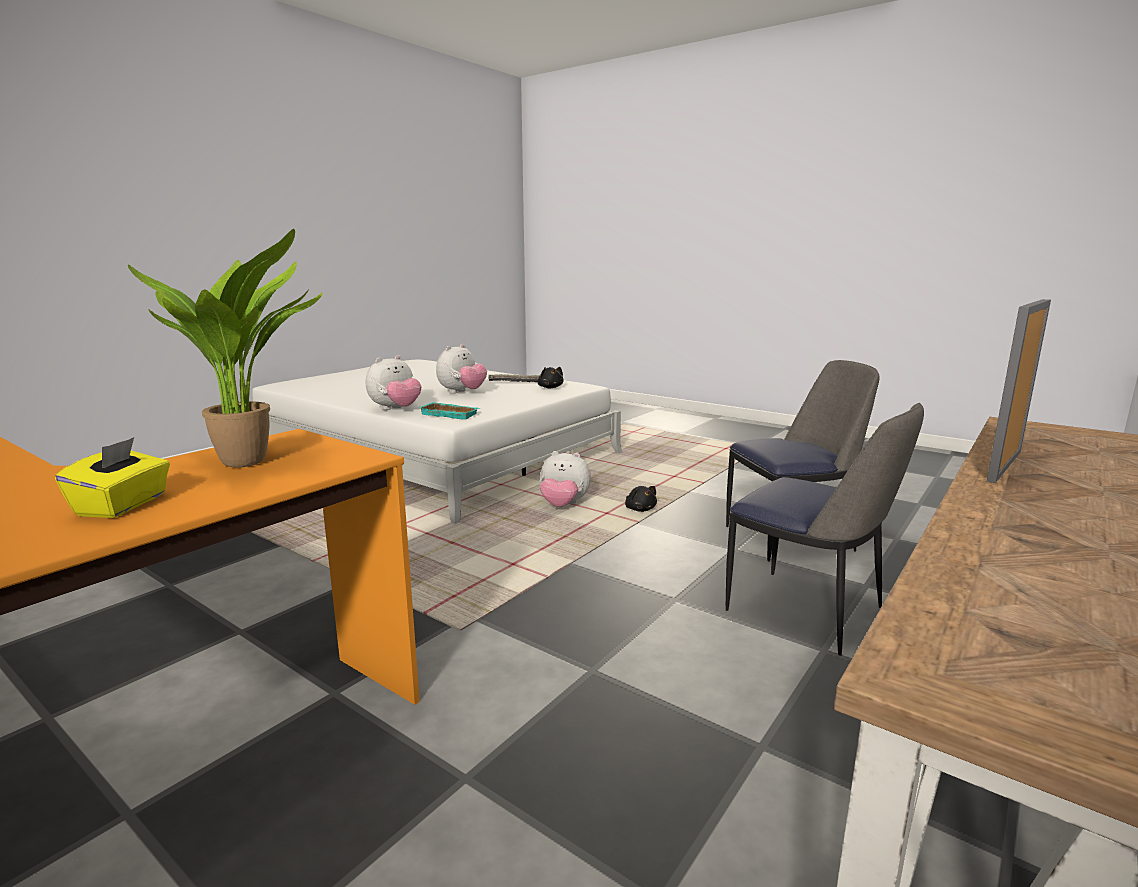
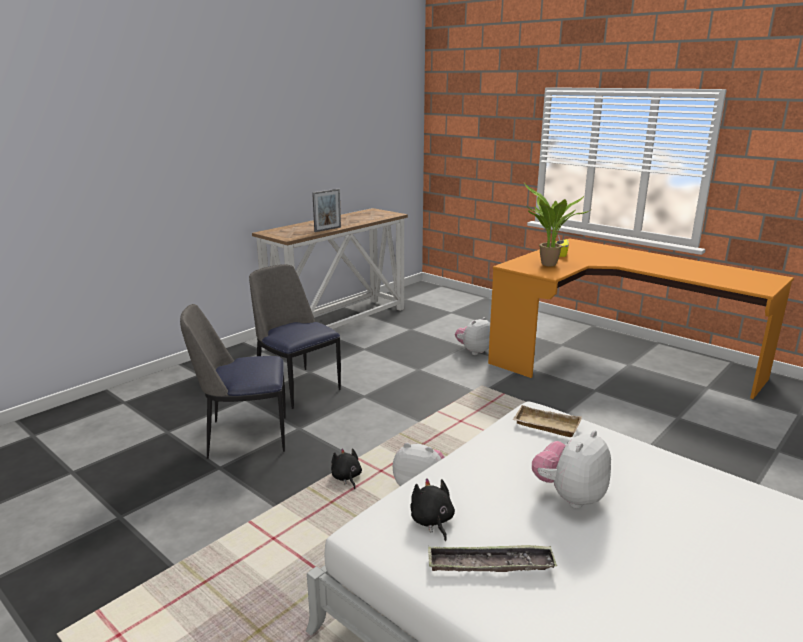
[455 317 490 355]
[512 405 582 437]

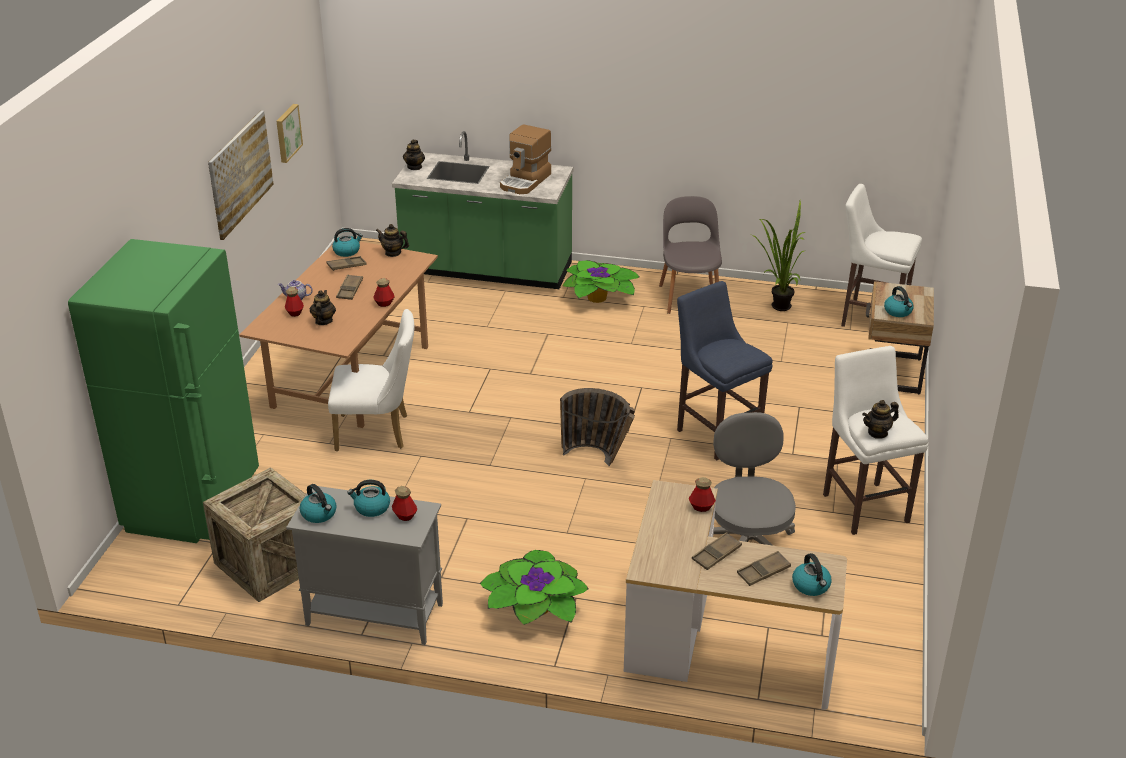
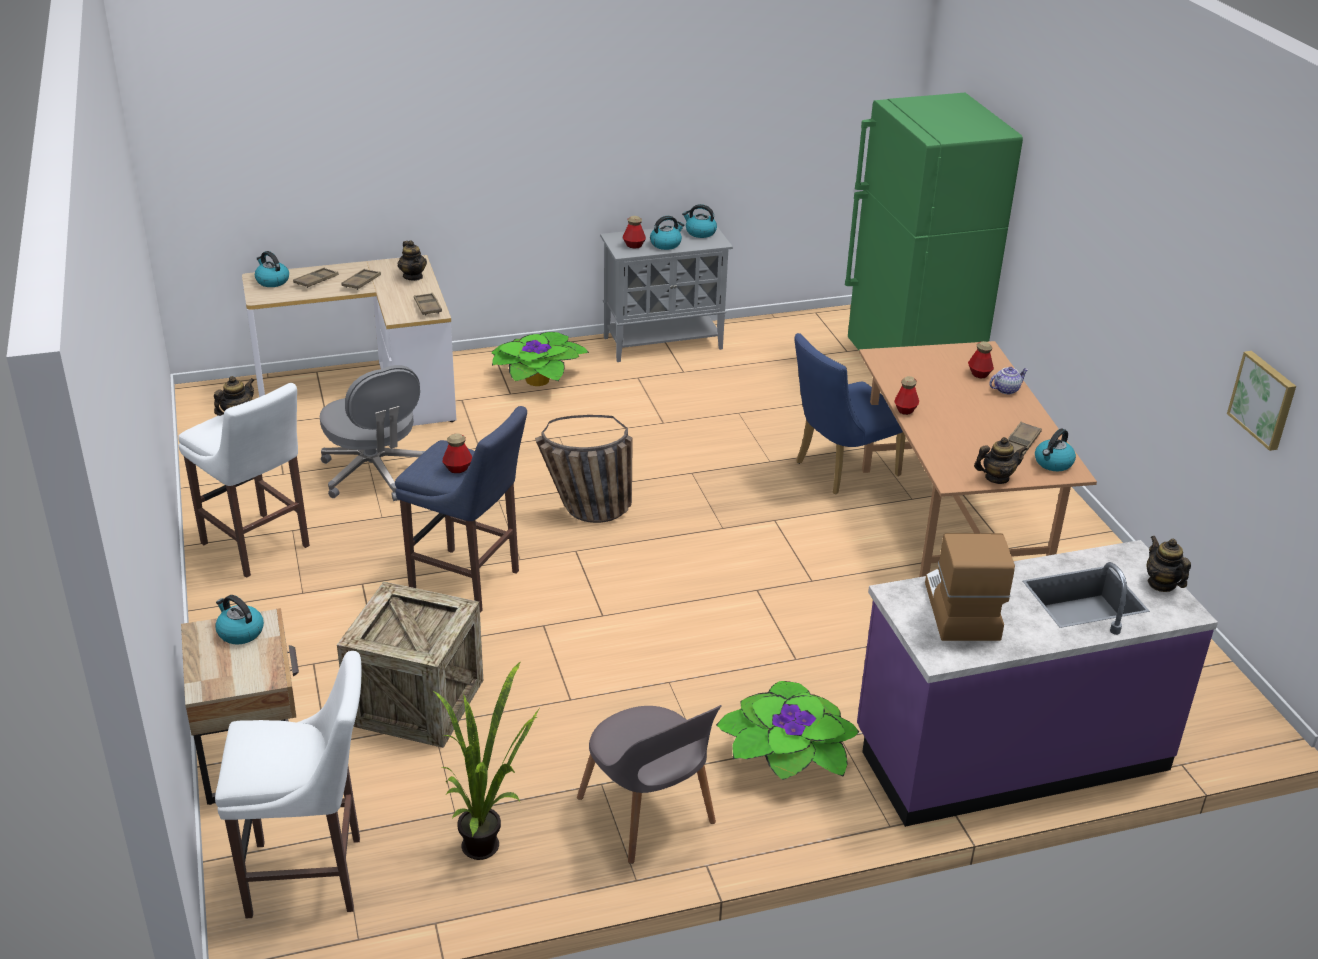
[208 111 274 240] (first image)
[857 540 1218 827]
[414 293 442 316]
[398 240 427 281]
[795 333 906 494]
[337 581 483 748]
[443 433 472 473]

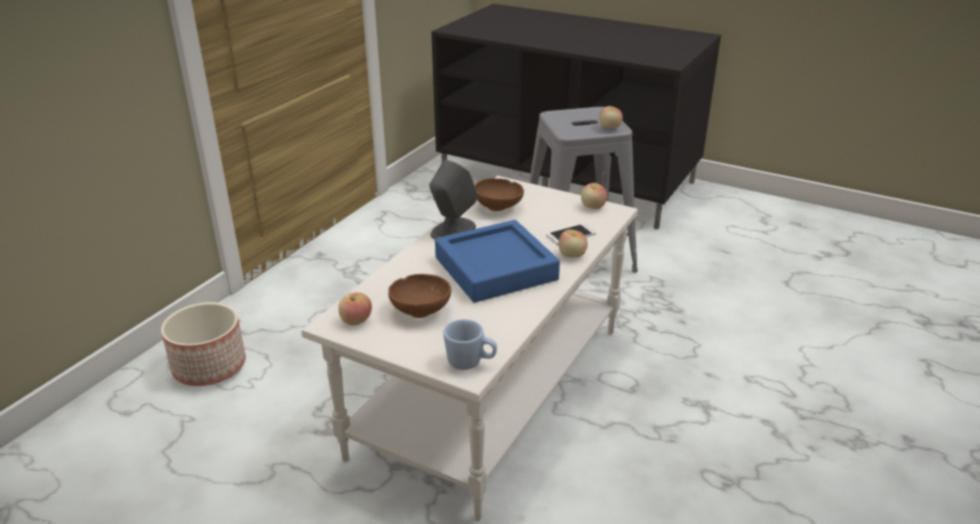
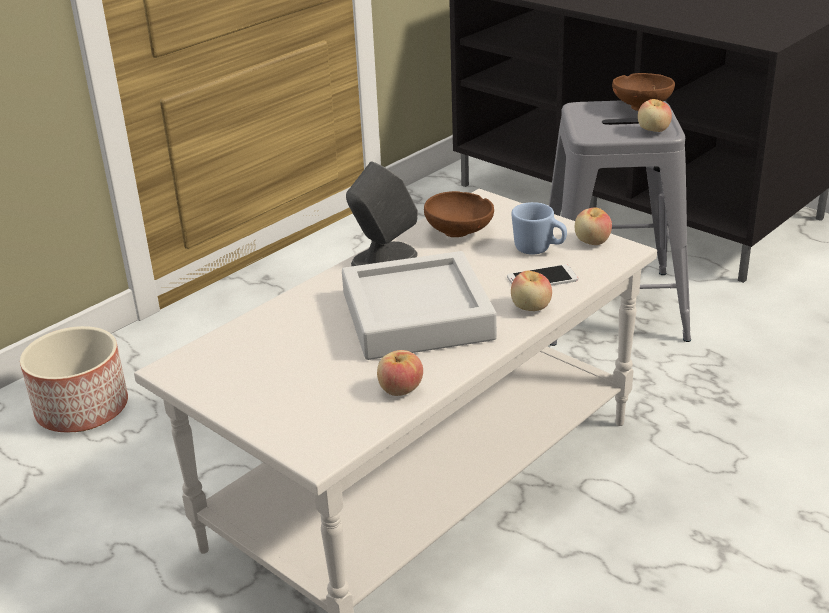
[342 251 497 360]
[612 73 675 111]
[377 350 423 396]
[512 202 567 255]

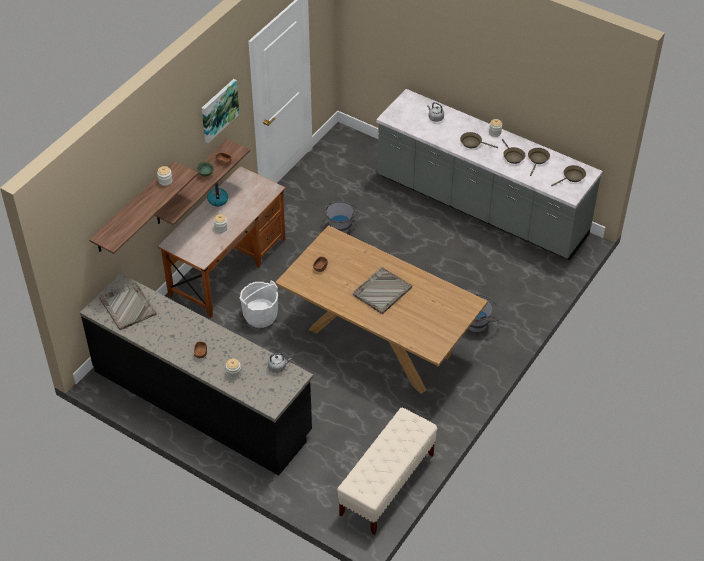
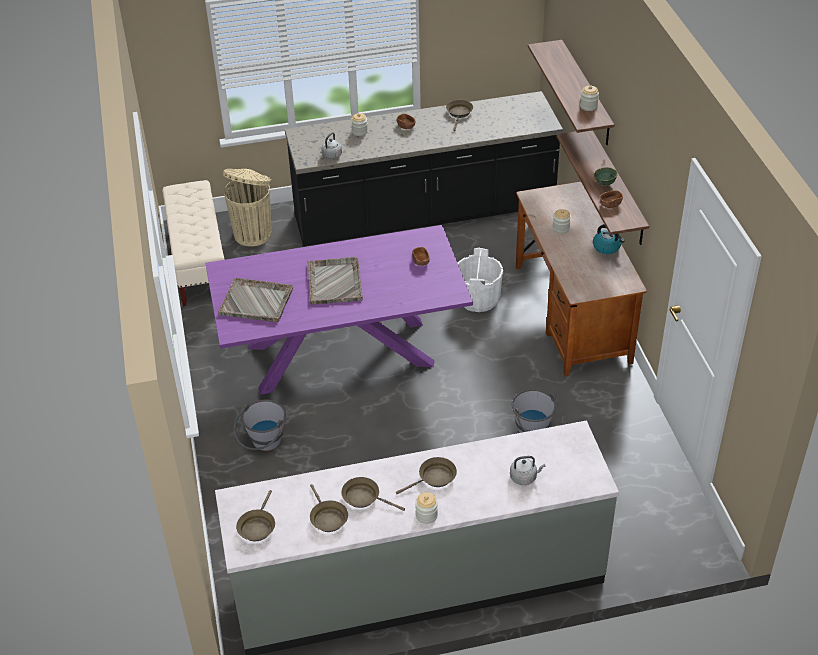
[202 79 239 143] (first image)
[205 225 473 395]
[218 278 293 322]
[446 100 473 131]
[223 169 271 247]

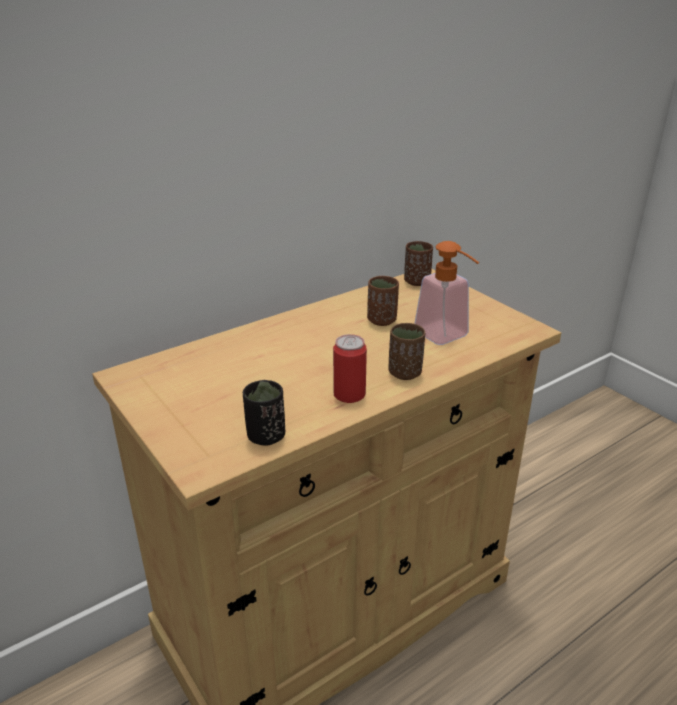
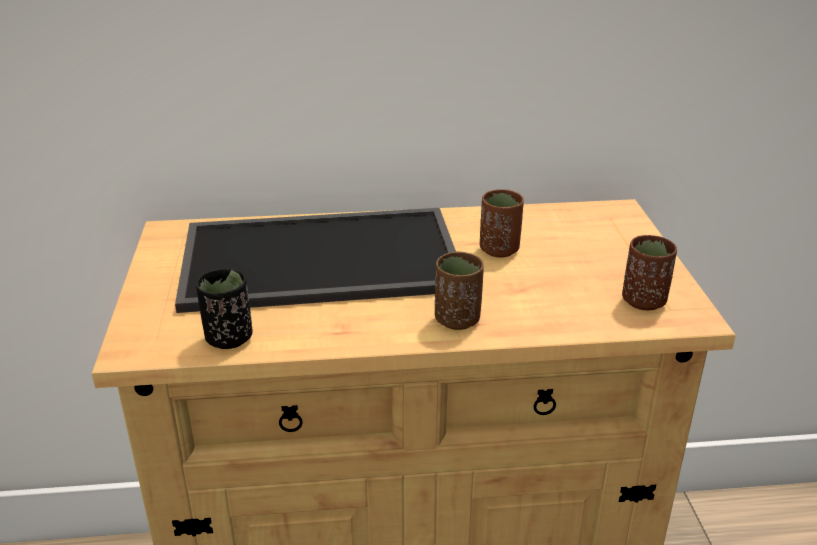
[622 235 677 310]
[414 241 479 345] (first image)
[333 334 367 403] (first image)
[175 208 456 313]

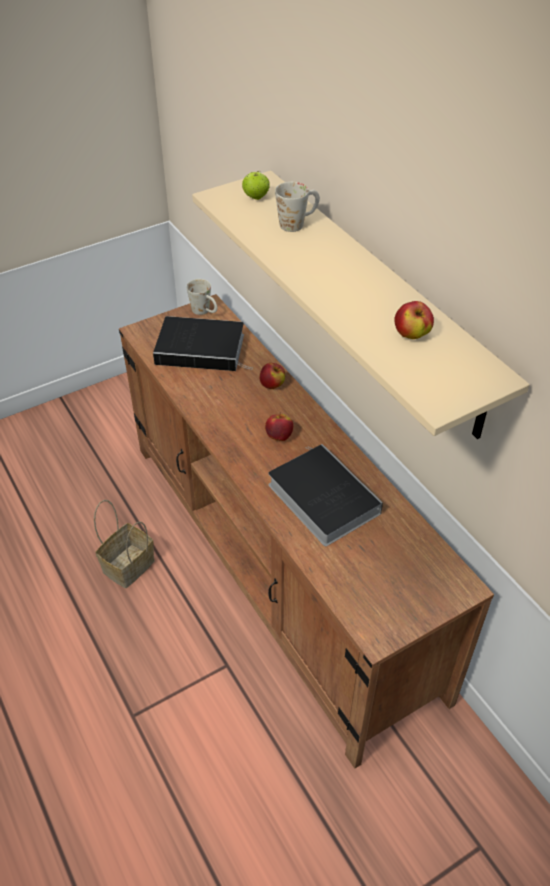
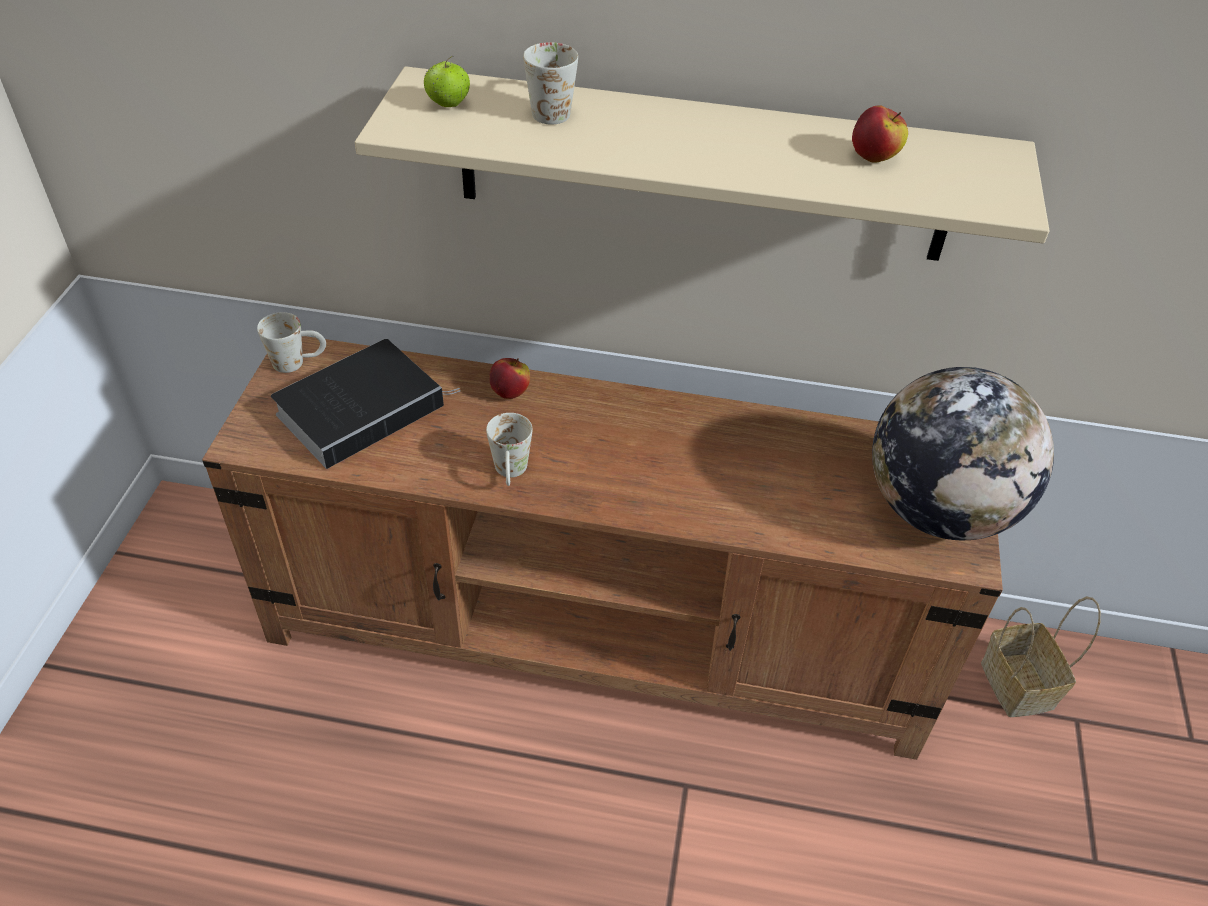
[265 412 293 441] (first image)
[269 444 383 546] (first image)
[981 596 1101 717]
[872 367 1054 540]
[486 413 532 486]

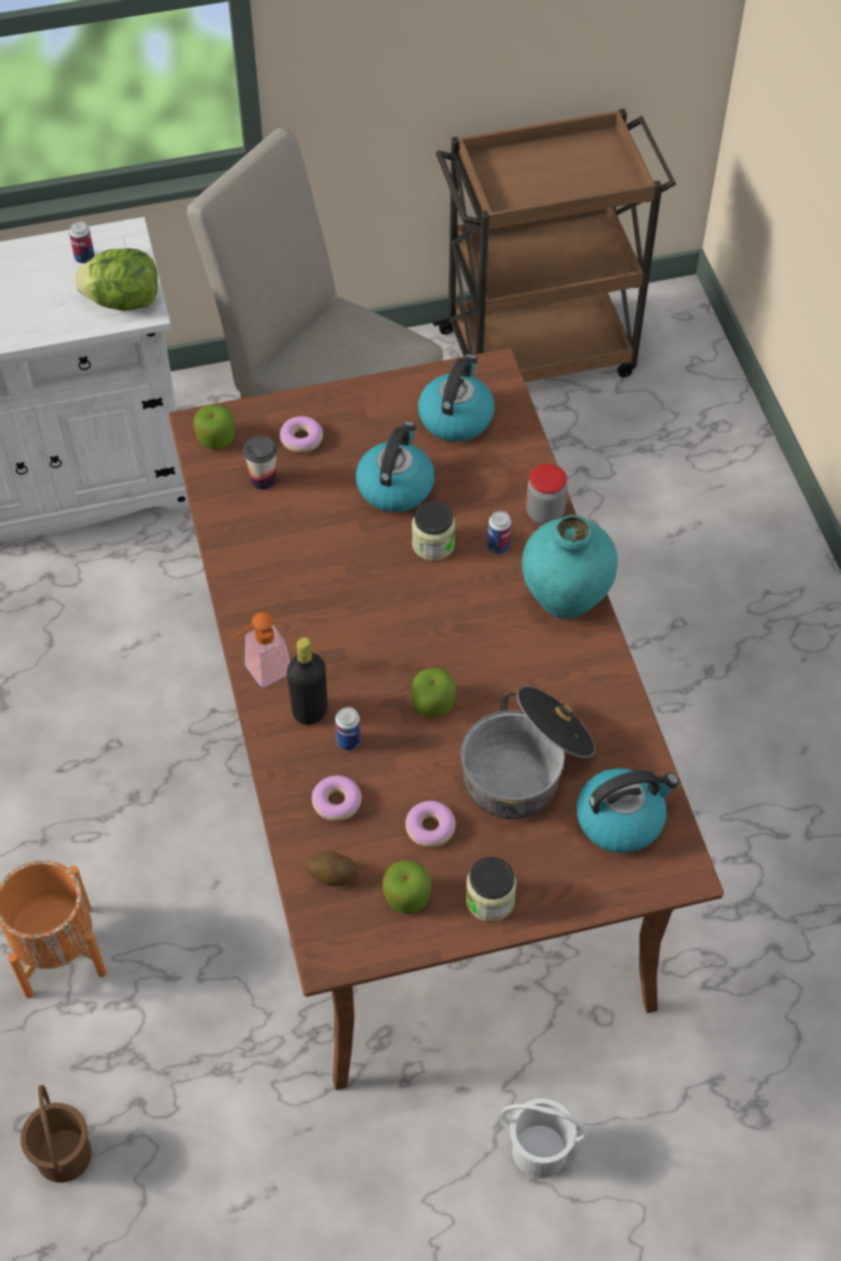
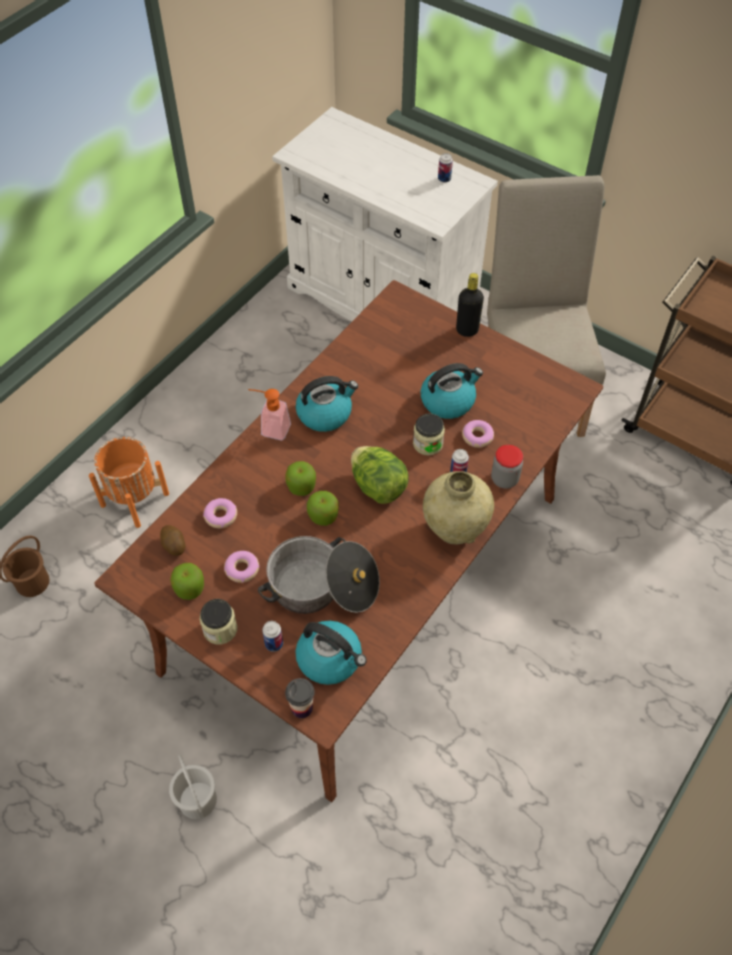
[351 446 409 504]
[296 376 358 432]
[285 461 316 496]
[462 420 494 448]
[285 678 315 718]
[423 471 494 544]
[456 273 484 337]
[262 621 283 652]

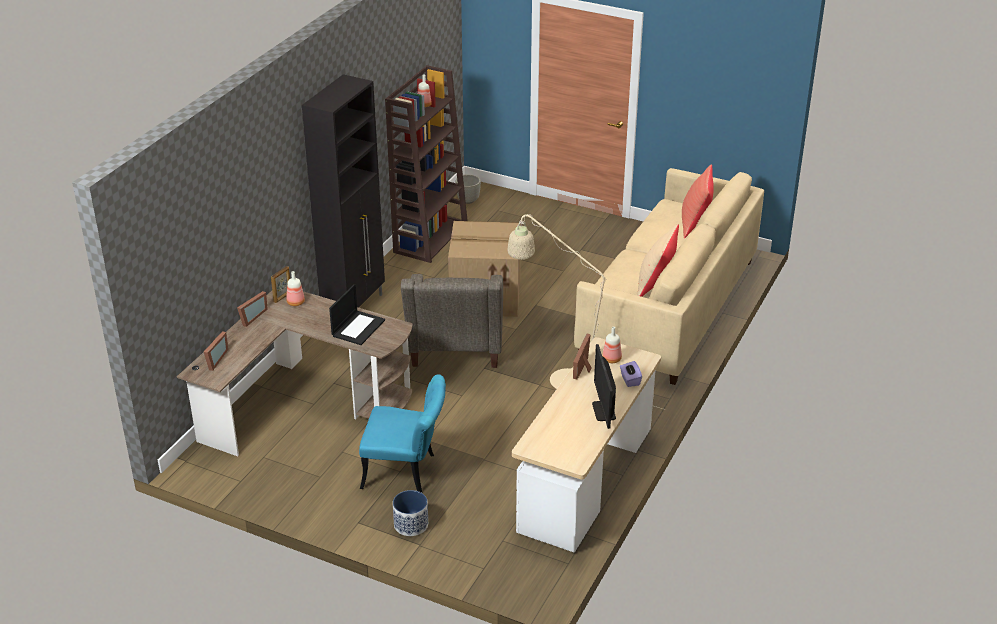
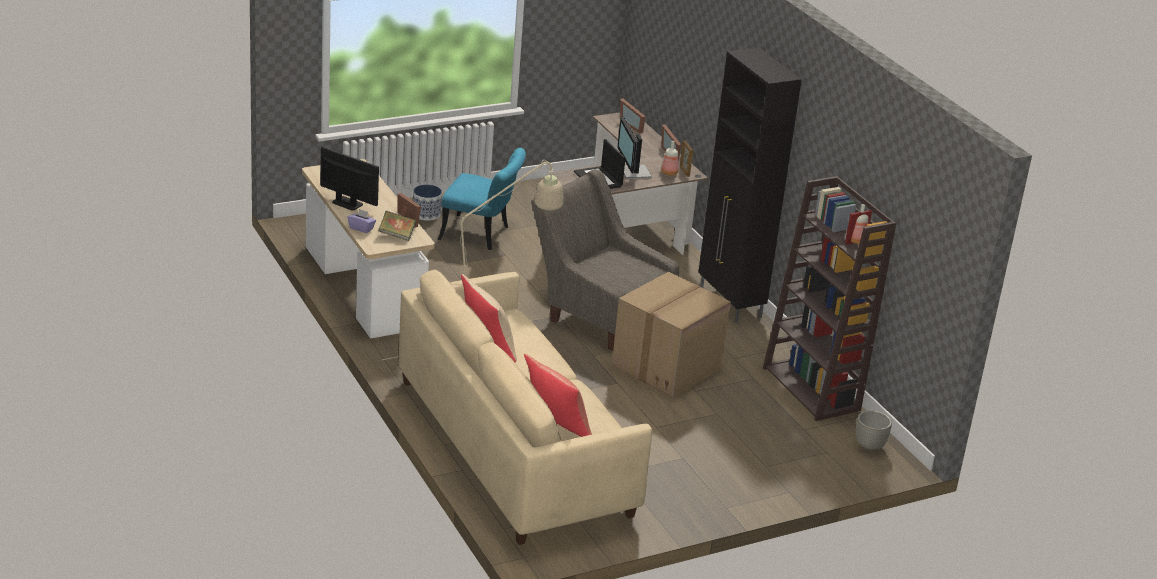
[379 211 416 241]
[438 148 526 250]
[617 117 652 179]

